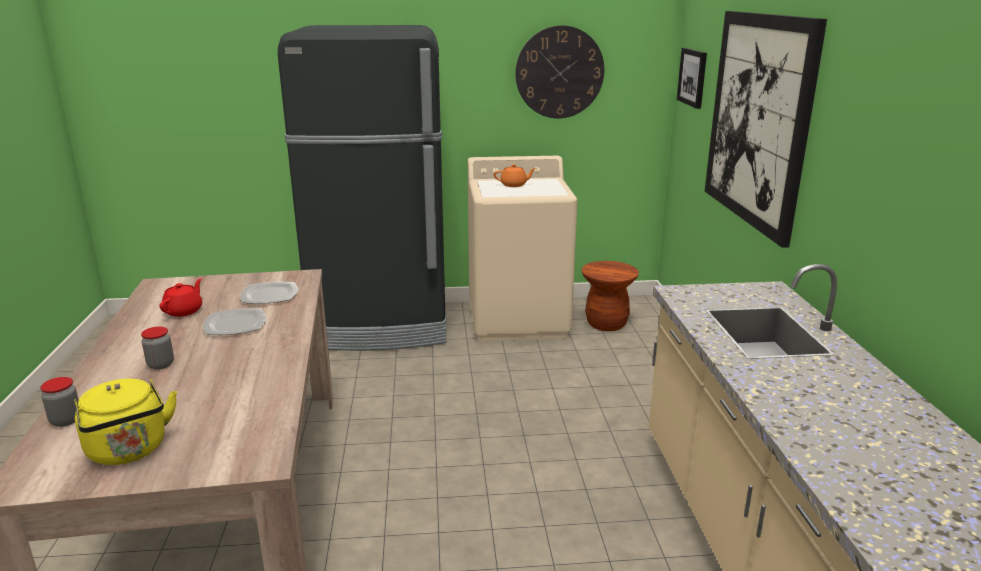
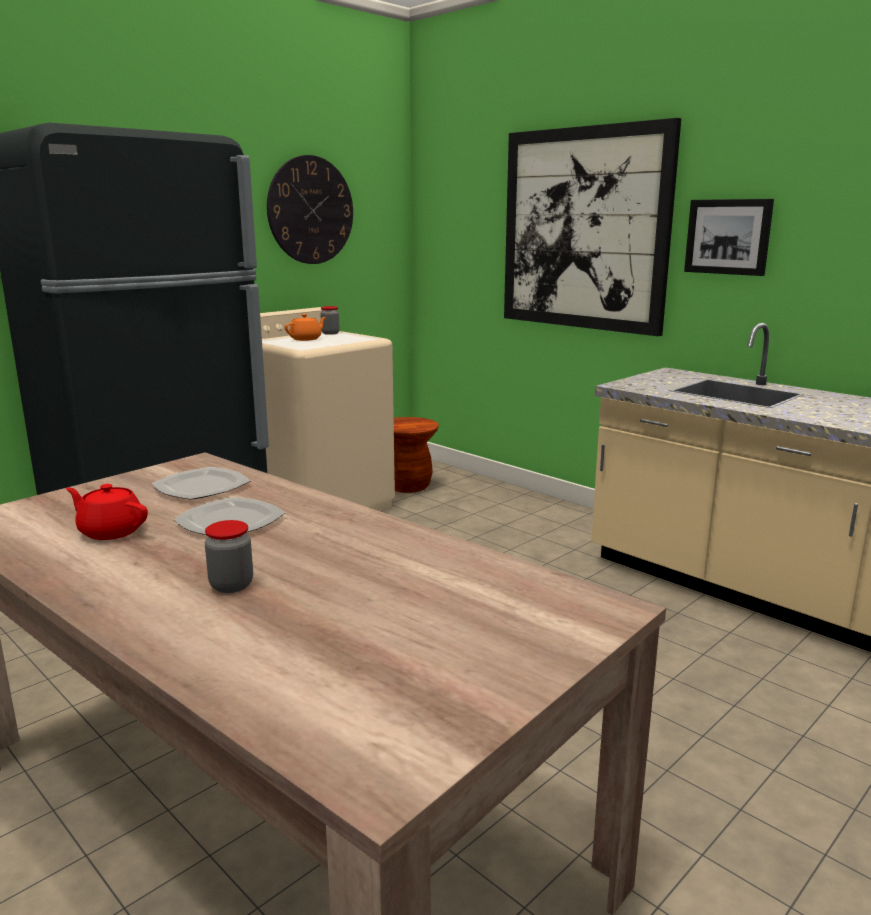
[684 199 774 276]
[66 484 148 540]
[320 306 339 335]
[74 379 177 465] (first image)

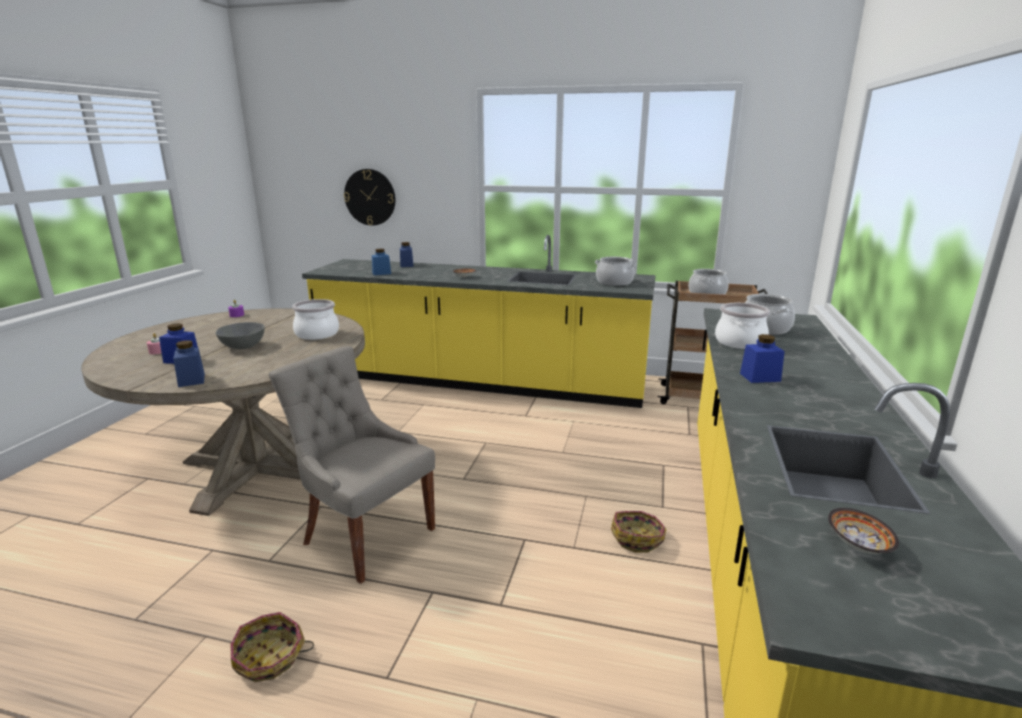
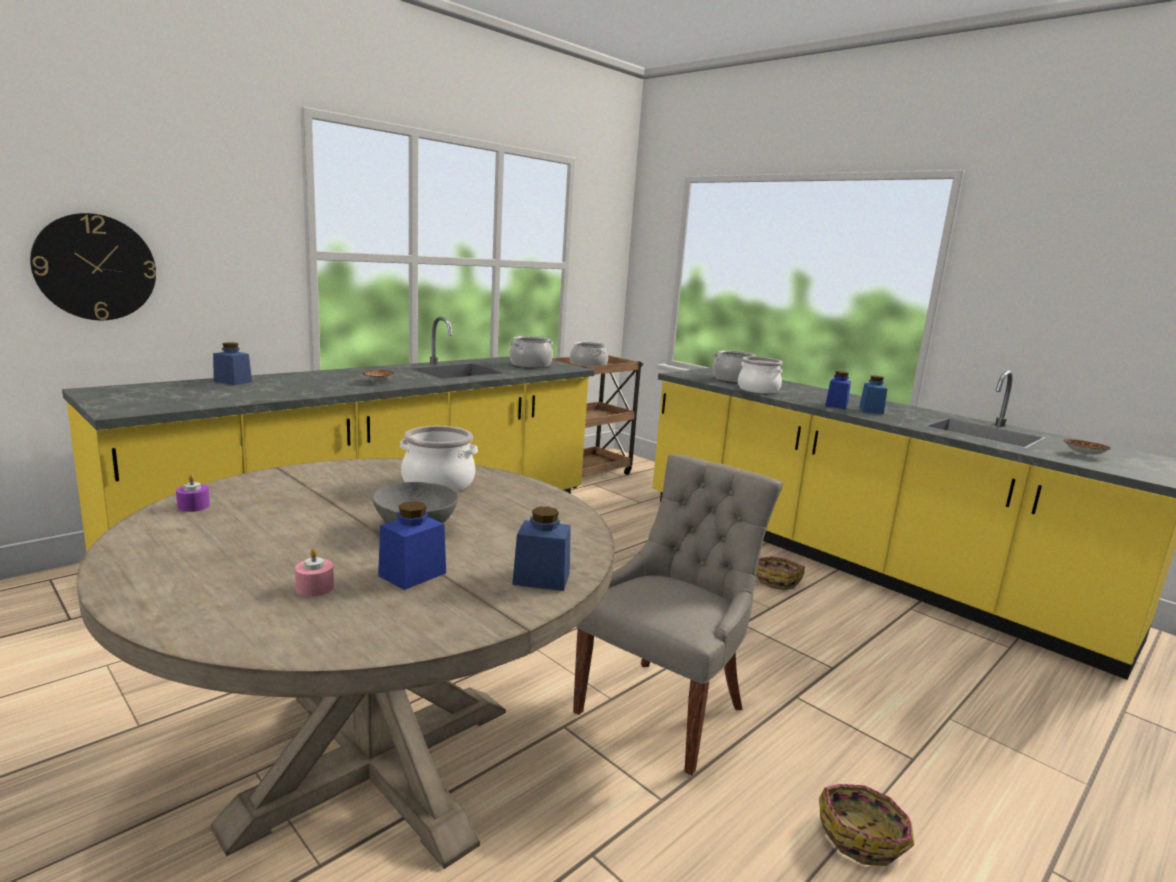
[859 376 887 414]
[573 454 783 776]

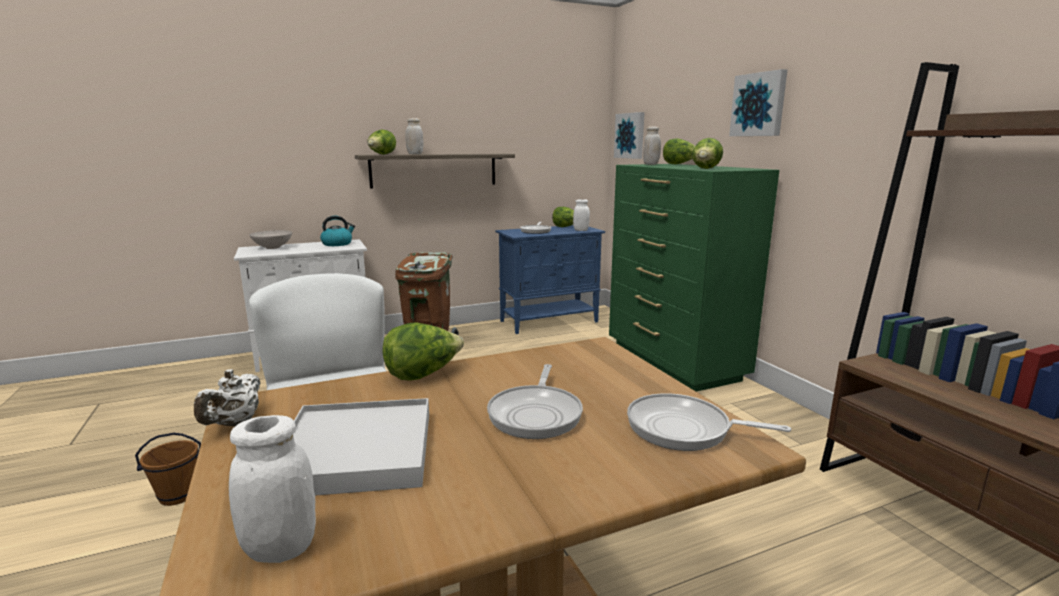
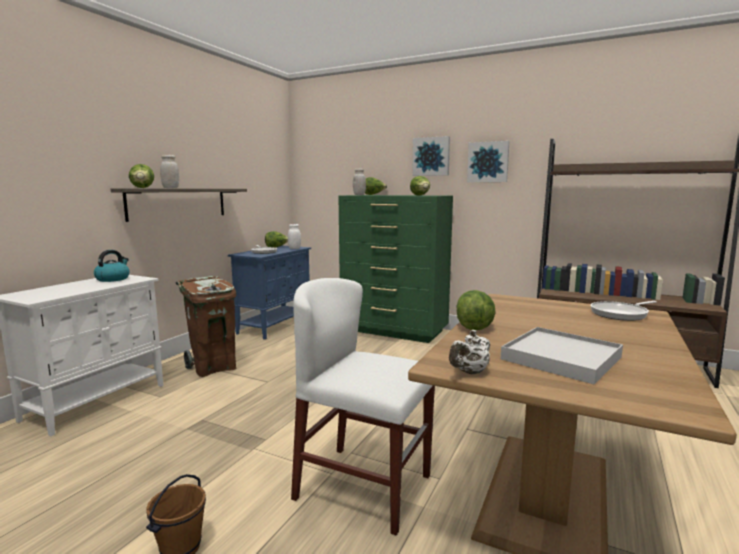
[467 141 510 182]
[249 230 292 249] (first image)
[487 364 583 439] (first image)
[449 330 490 374]
[229 415 316 563] (first image)

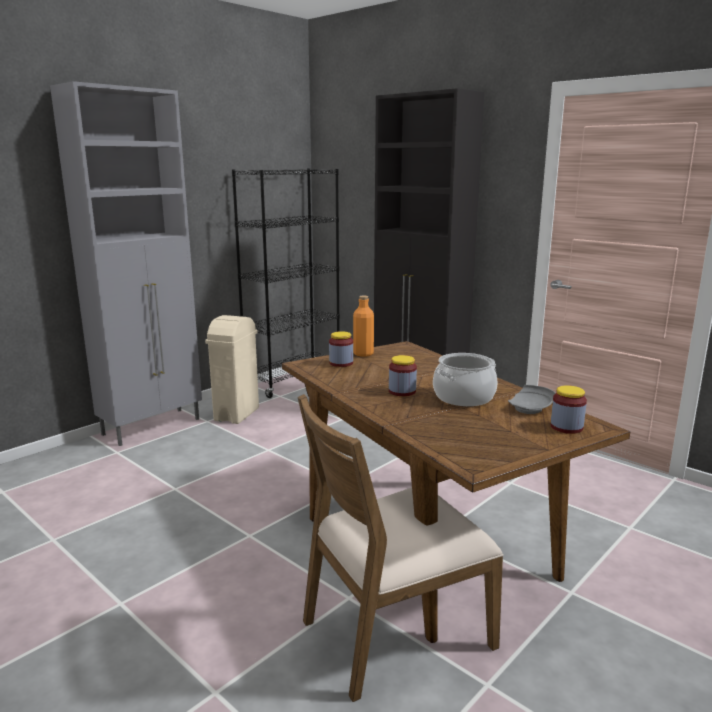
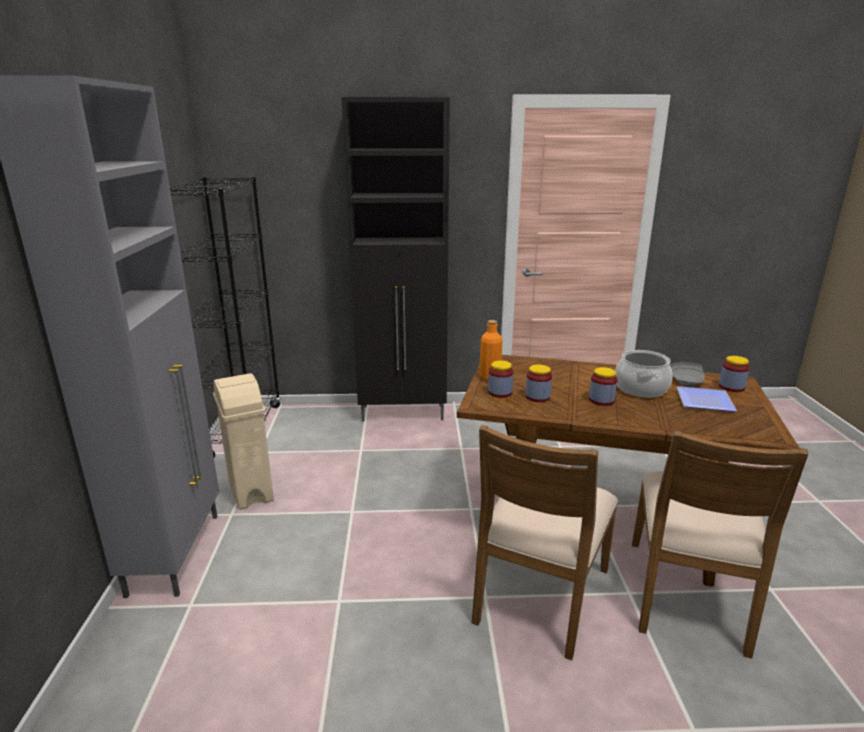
[525 364 552 402]
[677 386 737 412]
[472 425 618 660]

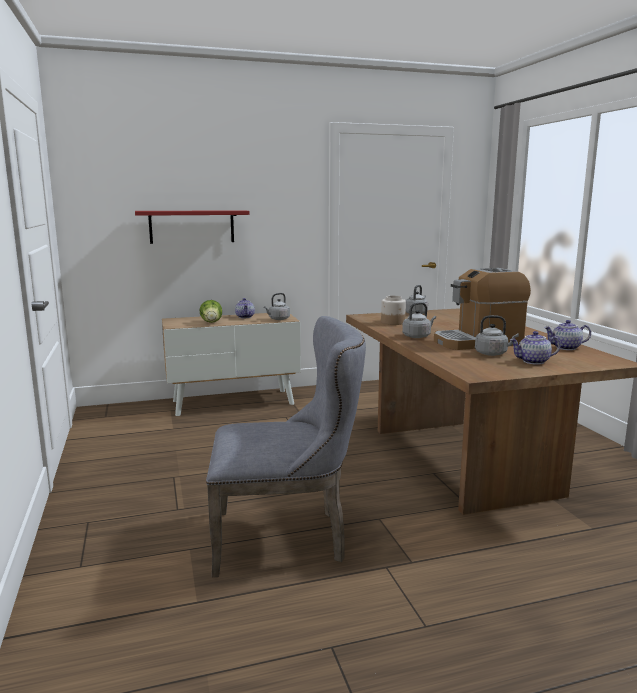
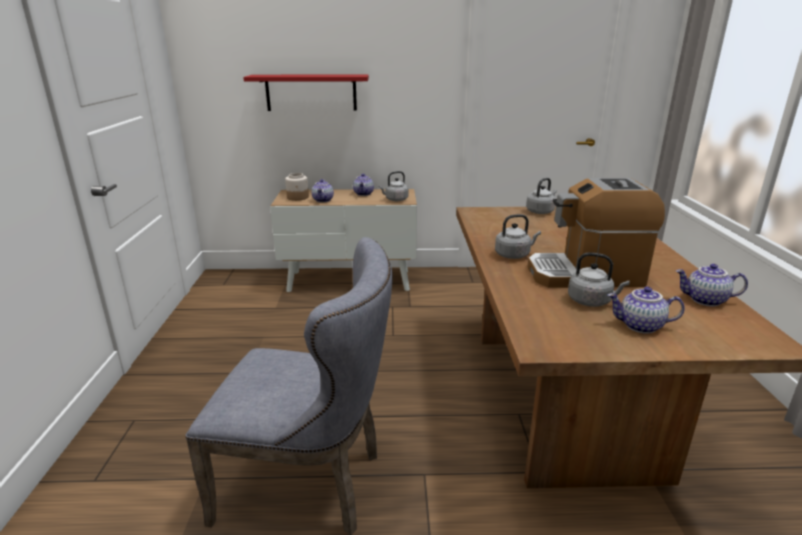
[285 173 309 201]
[312 179 334 203]

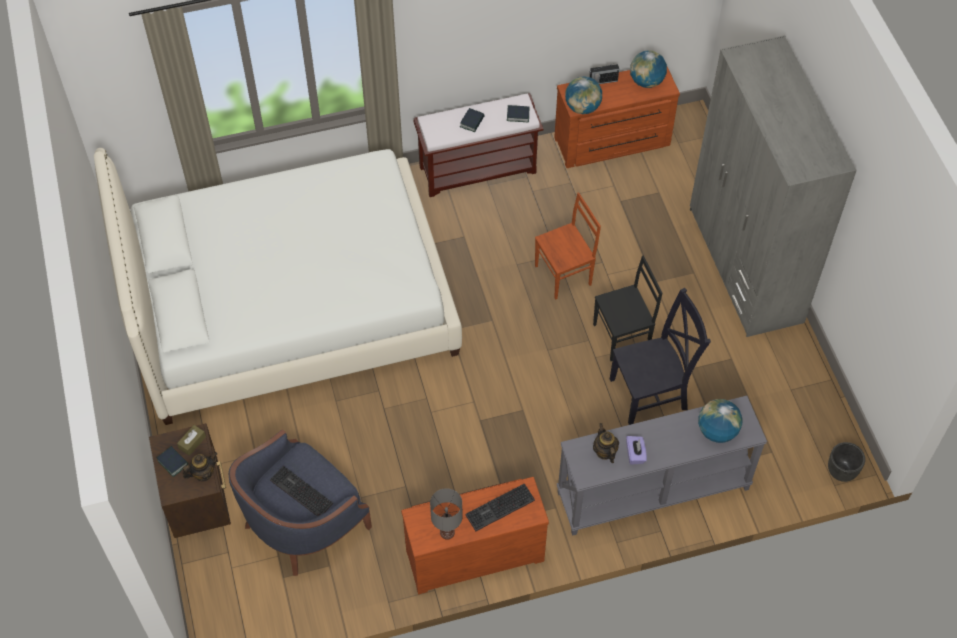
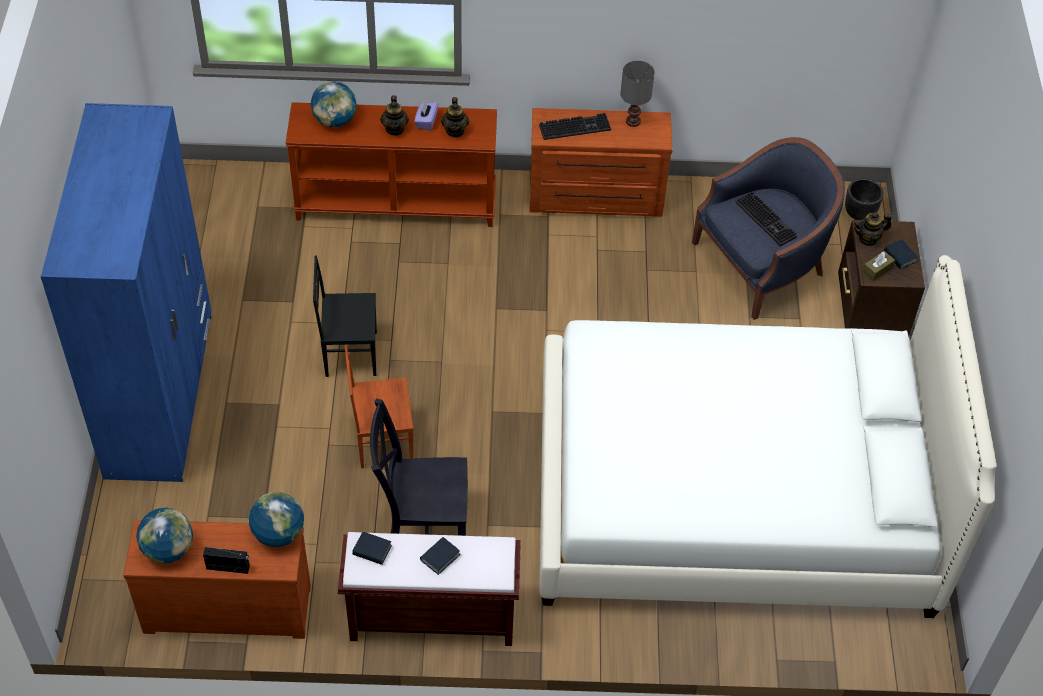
[41 103 212 482]
[370 399 468 536]
[286 102 497 227]
[845 178 884 220]
[380 95 409 136]

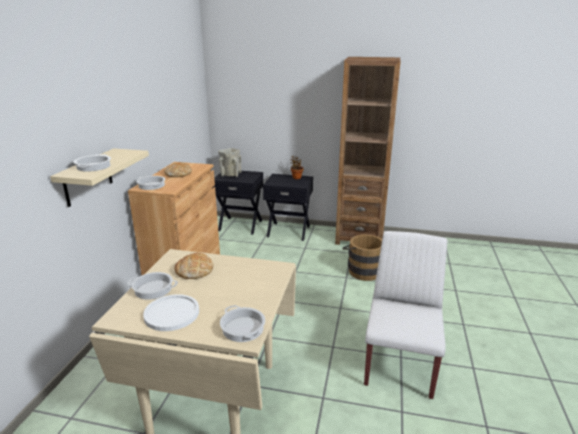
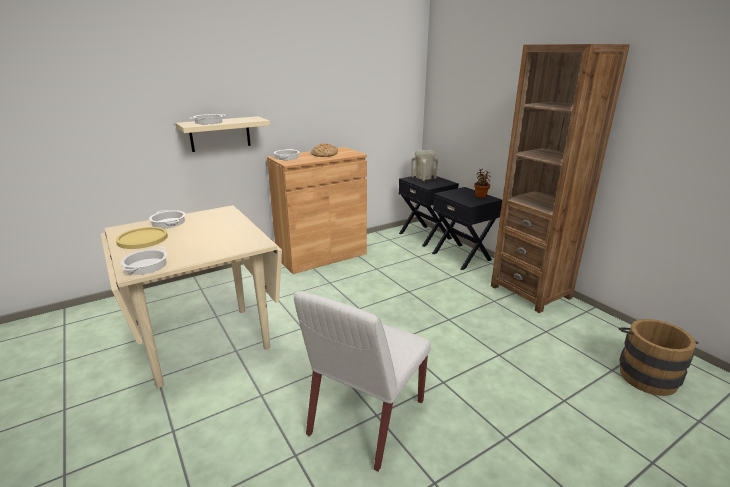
[294 291 431 471]
[619 319 698 396]
[174 252 214 279] (first image)
[116 227 168 249]

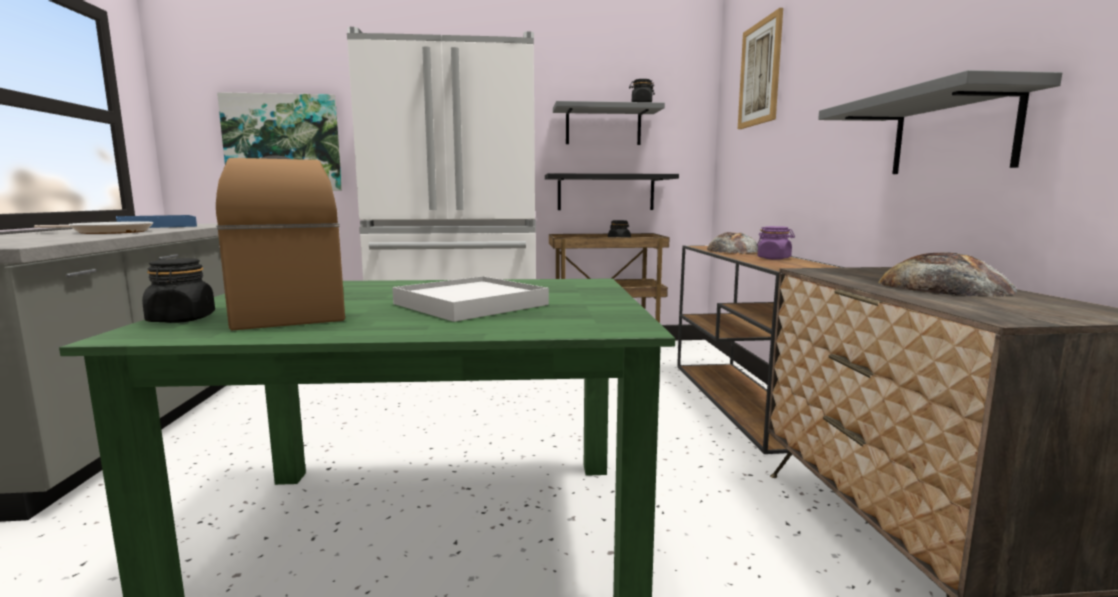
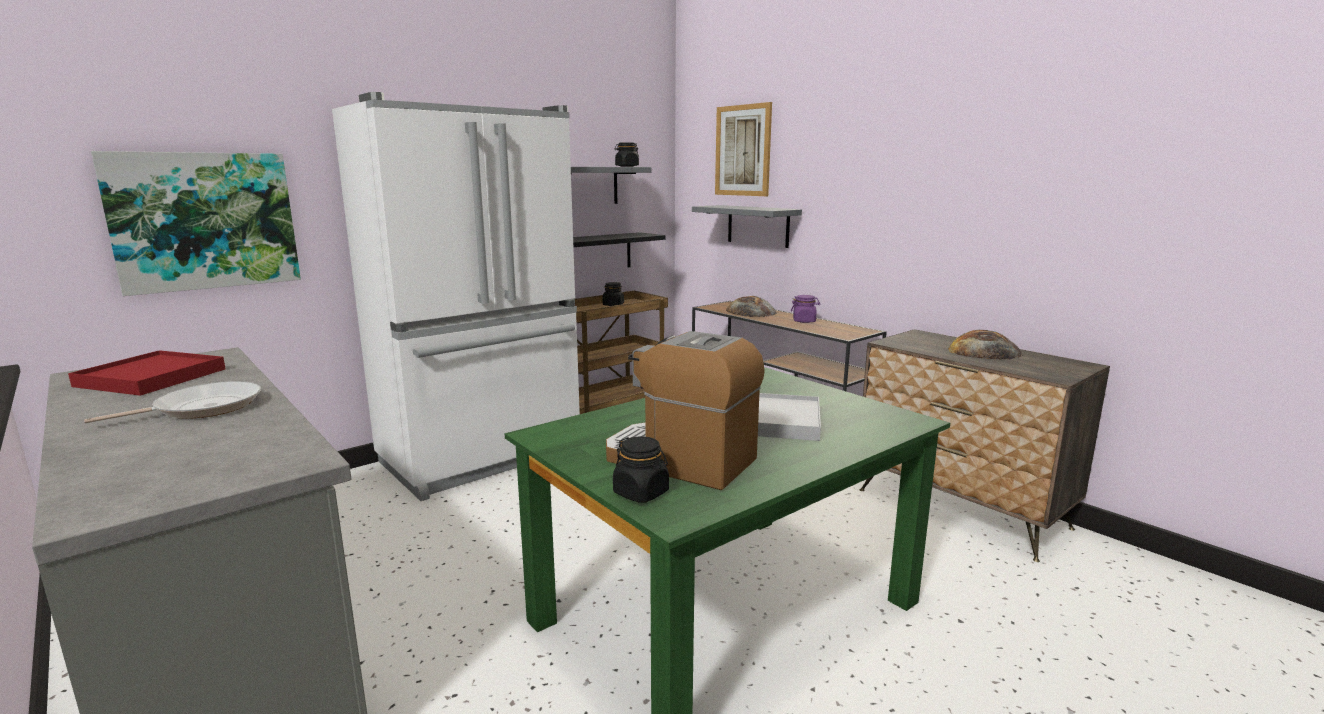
[692 205 802 248]
[68 350 226 396]

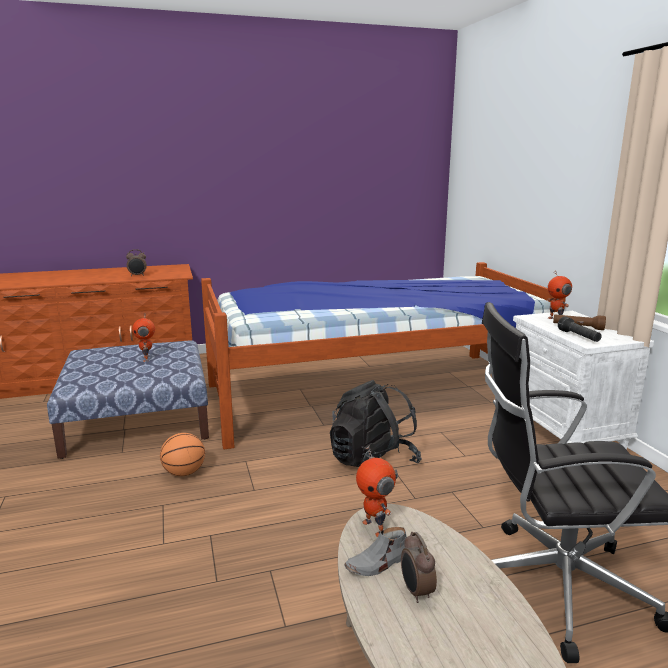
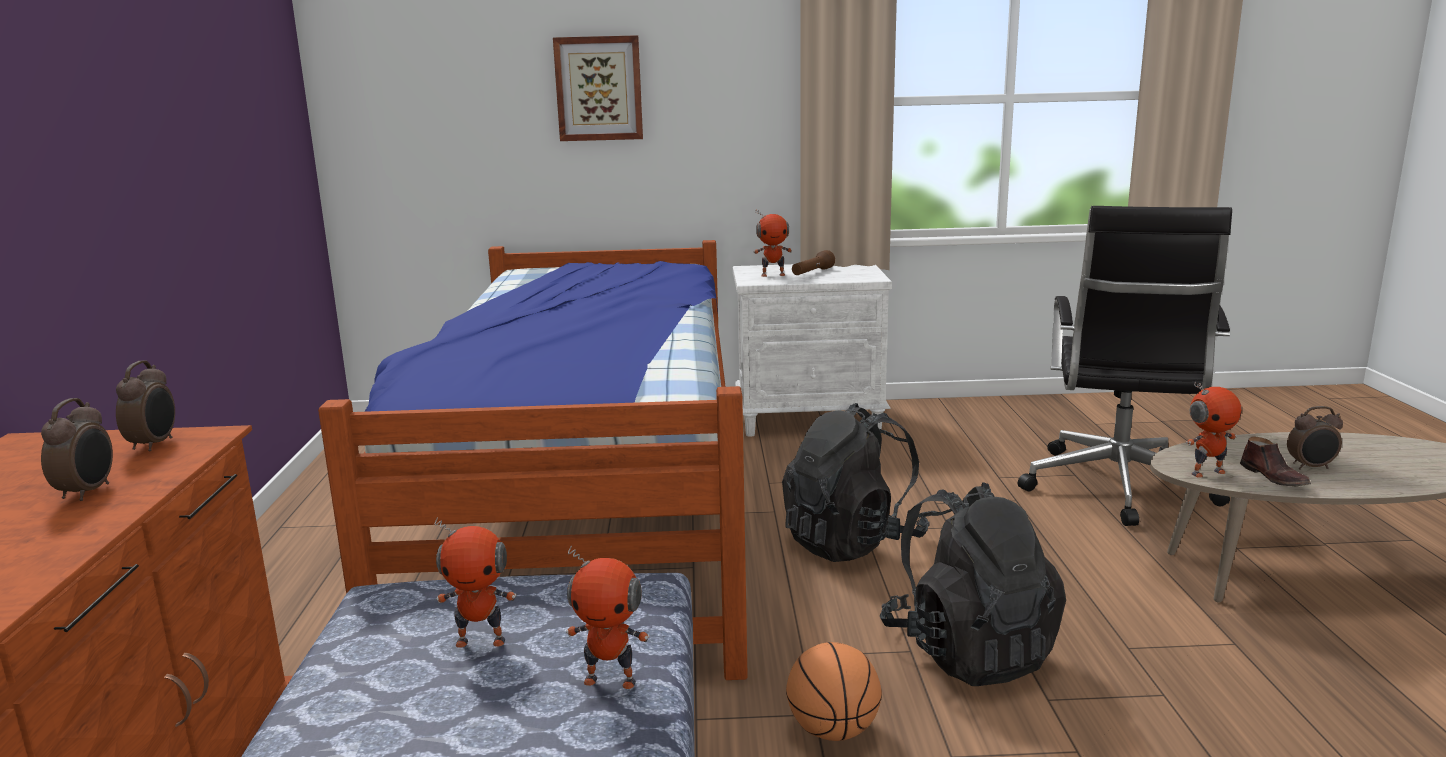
[558 316 601 342] (first image)
[1240 437 1311 487]
[553 35 643 141]
[116 361 175 452]
[880 482 1066 686]
[566 546 650 689]

